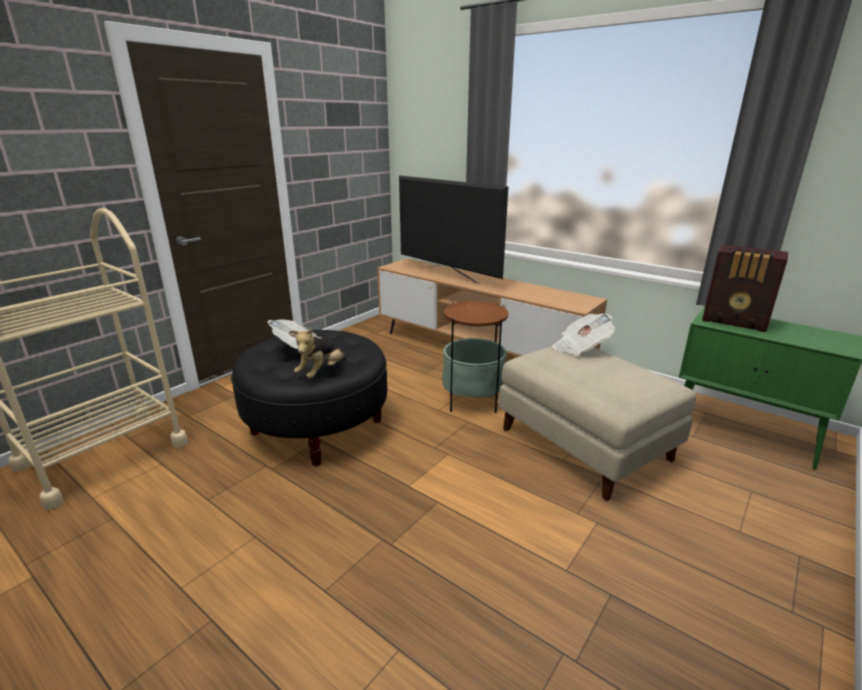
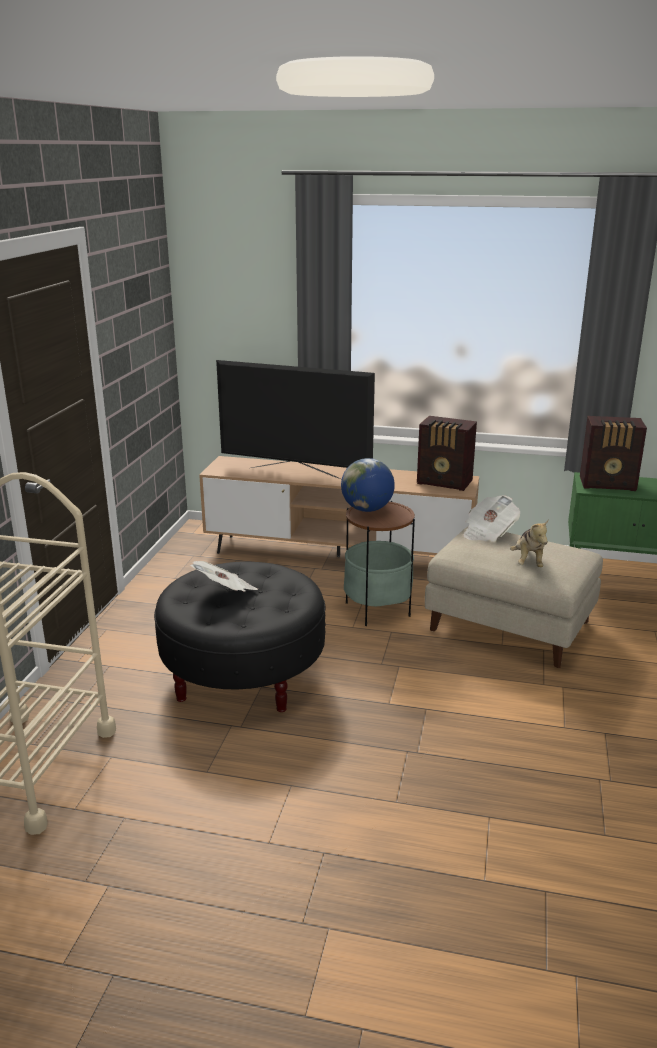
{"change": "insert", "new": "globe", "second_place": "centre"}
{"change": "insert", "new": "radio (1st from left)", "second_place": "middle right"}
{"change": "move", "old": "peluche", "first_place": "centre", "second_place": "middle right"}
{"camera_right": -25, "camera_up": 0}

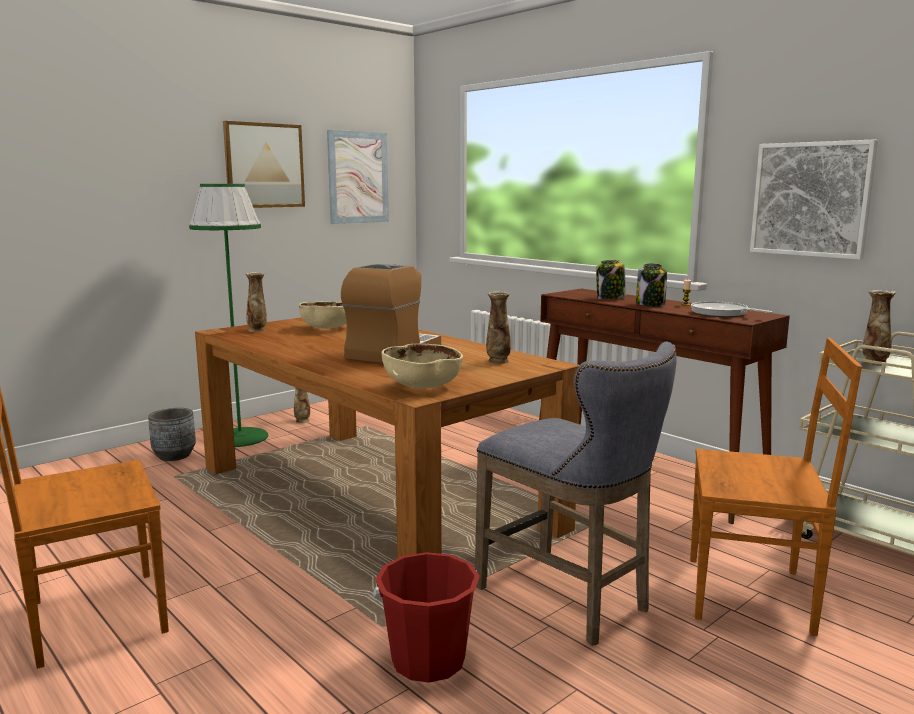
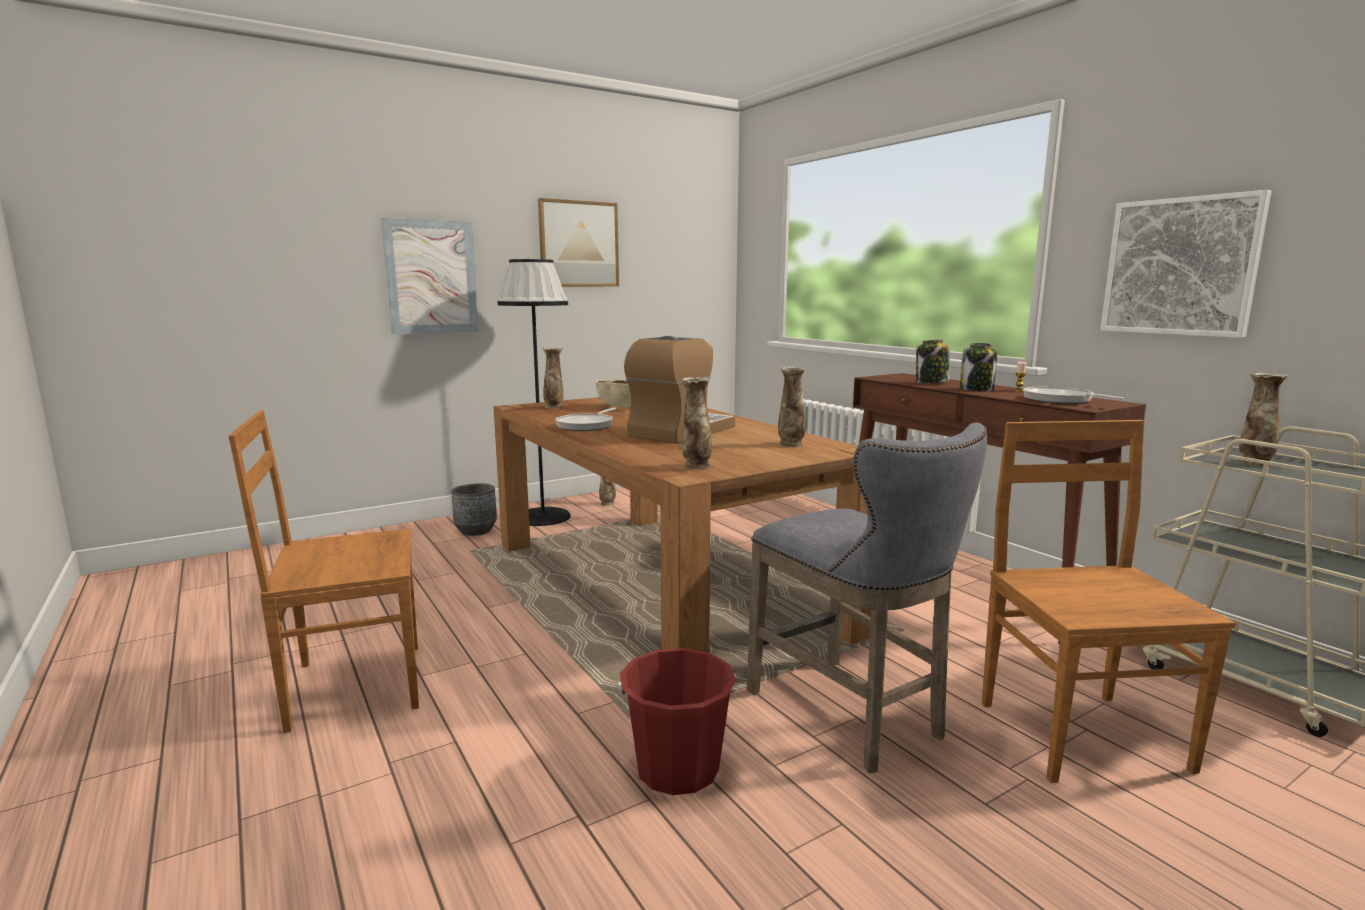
{"change": "move", "old": "tableau (2nd from left in the first image)", "new": "tableau (1st from left)", "first_place": "top centre", "second_place": "top left"}
{"change": "recolor", "old": "lampadaire (vert)", "new": "lampadaire (noir)", "first_place": "middle left", "second_place": "centre"}
{"change": "insert", "new": "poêle (1st from left)", "second_place": "centre"}
{"change": "replace", "old": "bol (beige) (2nd from left)", "new": "vase (3rd from left)", "first_place": "centre", "second_place": "centre"}
{"change": "rotate", "old": "chaise (marron) (2nd from left)", "first_place": "bottom right", "second_place": "middle right", "degrees": -120}
{"camera_right": 10, "camera_up": 0}

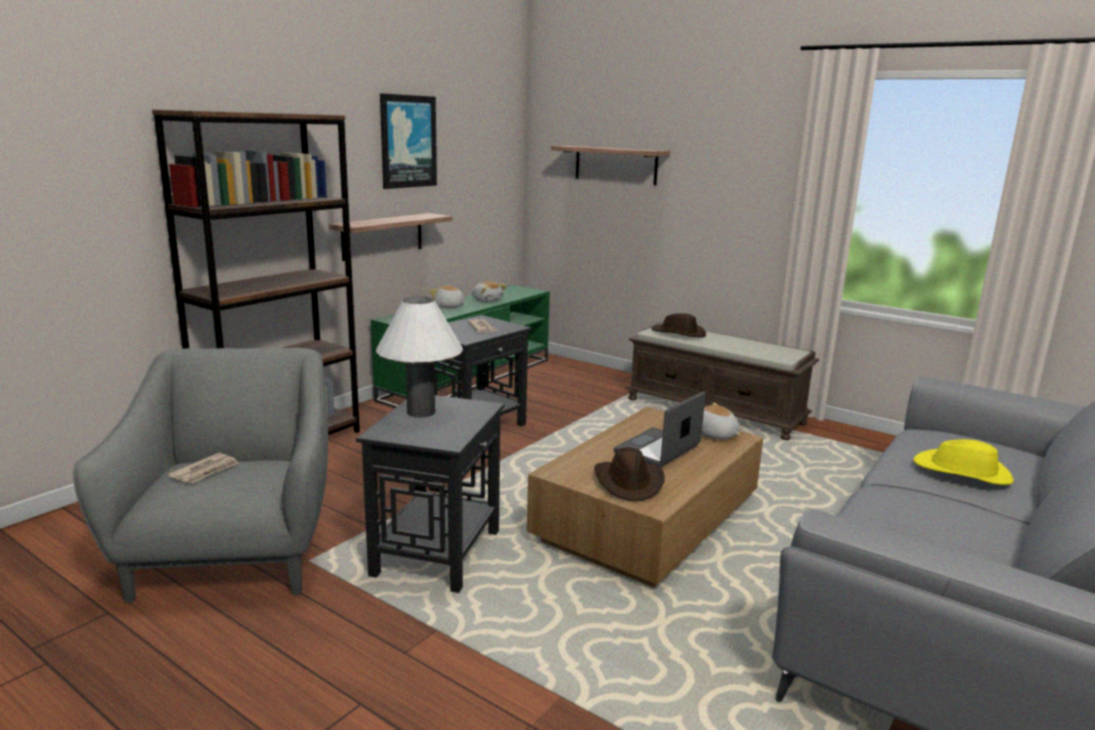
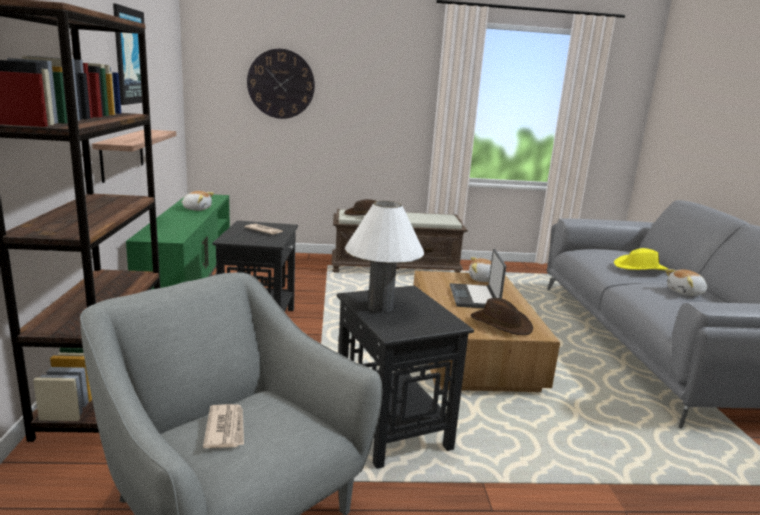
{"change": "replace", "old": "étagère (2nd from left)", "new": "horloge murale", "first_place": "top centre", "second_place": "top centre"}
{"change": "move", "old": "peluche (1st from left in the first image)", "new": "peluche (3rd from left)", "first_place": "centre", "second_place": "middle right"}
{"camera_right": -40, "camera_up": 0}

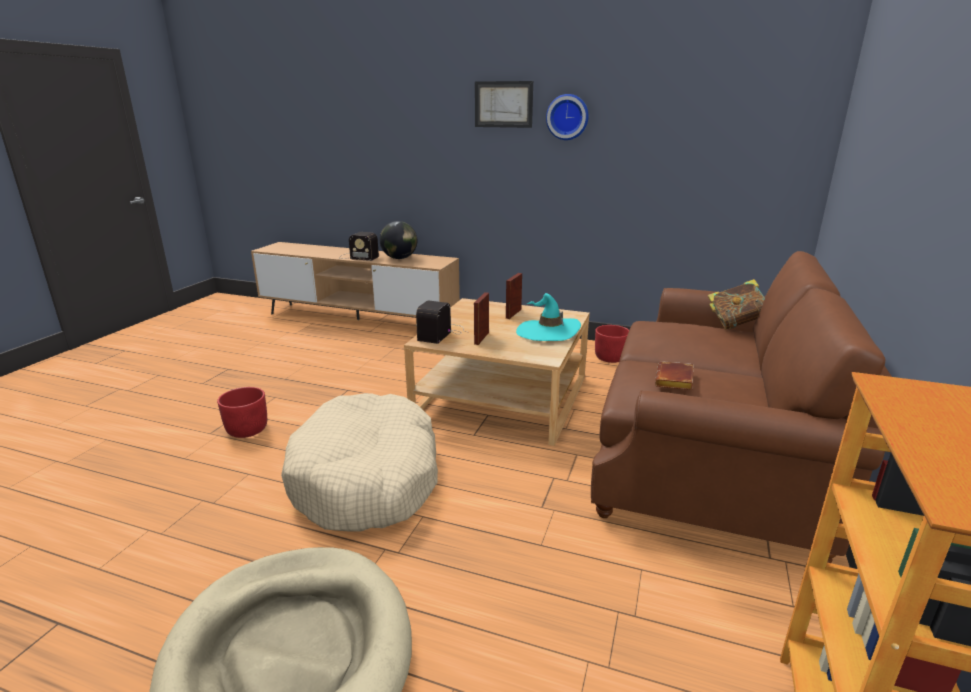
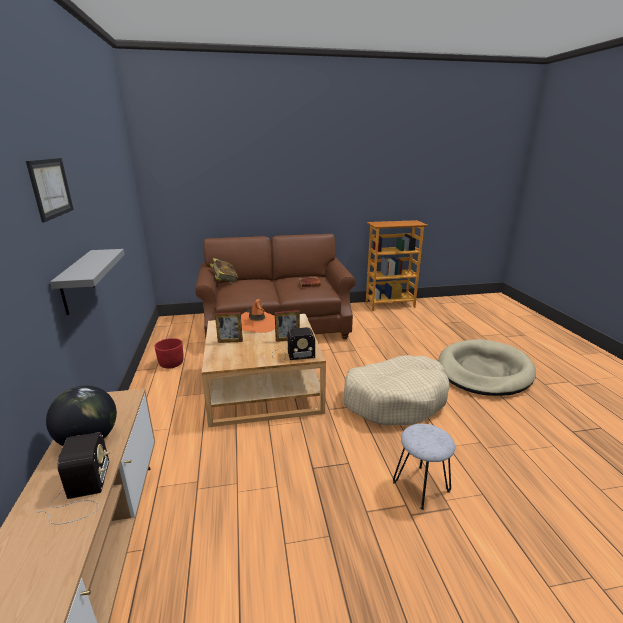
{"change": "insert", "new": "étagère (gris)", "second_place": "middle left"}
{"change": "recolor", "old": "chapeau (turquoise)", "new": "chapeau (orange)", "first_place": "centre", "second_place": "centre"}
{"change": "replace", "old": "cache-pot (rouge) (1st from left)", "new": "tabouret (gris)", "first_place": "middle left", "second_place": "bottom right"}
{"change": "delete", "old": "horloge murale", "first_place": "top centre"}
{"camera_right": -120, "camera_up": 0}

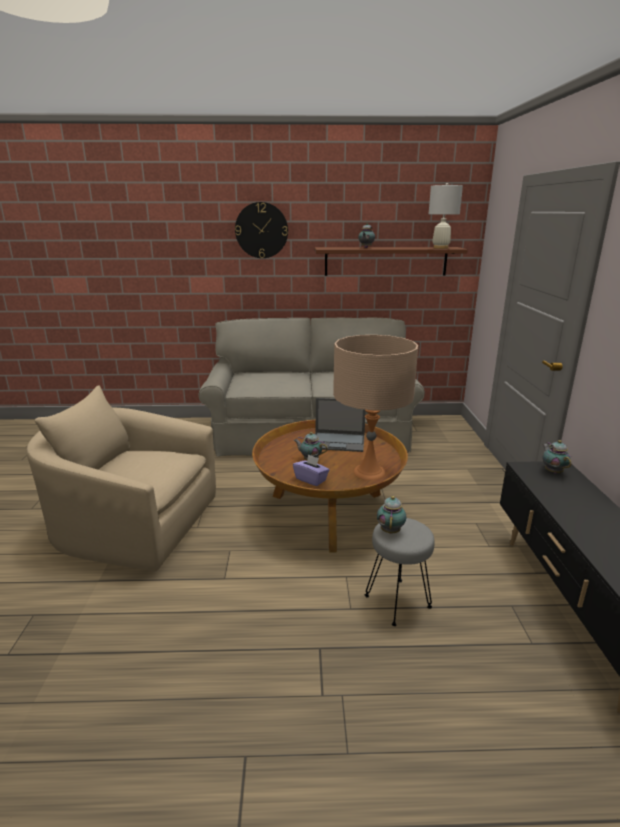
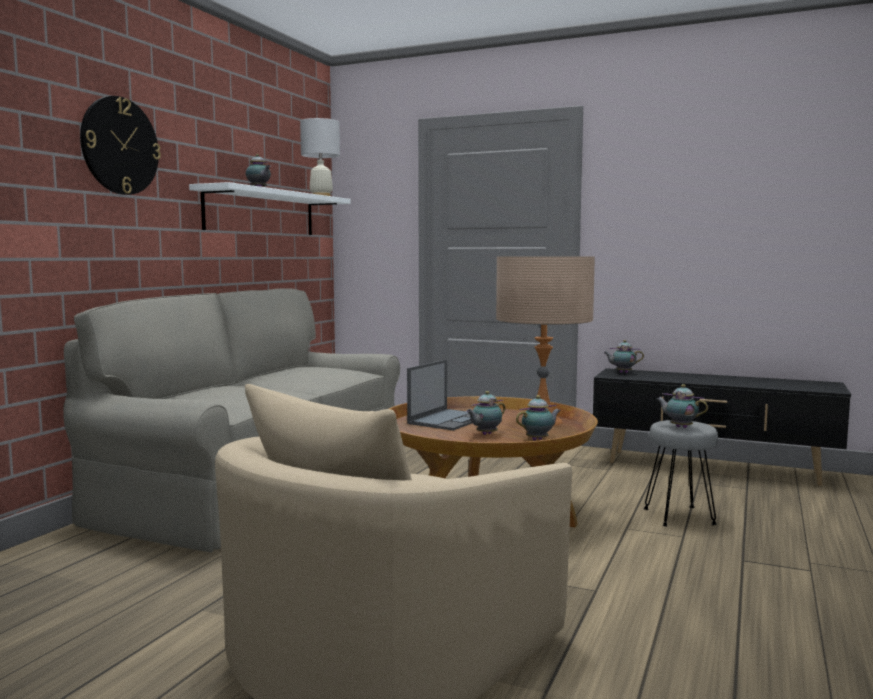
{"change": "recolor", "old": "étagère (marron)", "new": "étagère (blanc)", "first_place": "top centre", "second_place": "top left"}
{"change": "replace", "old": "boîte à mouchoirs (violet)", "new": "théière (3rd from left)", "first_place": "centre", "second_place": "centre"}
{"camera_right": -65, "camera_up": -15}

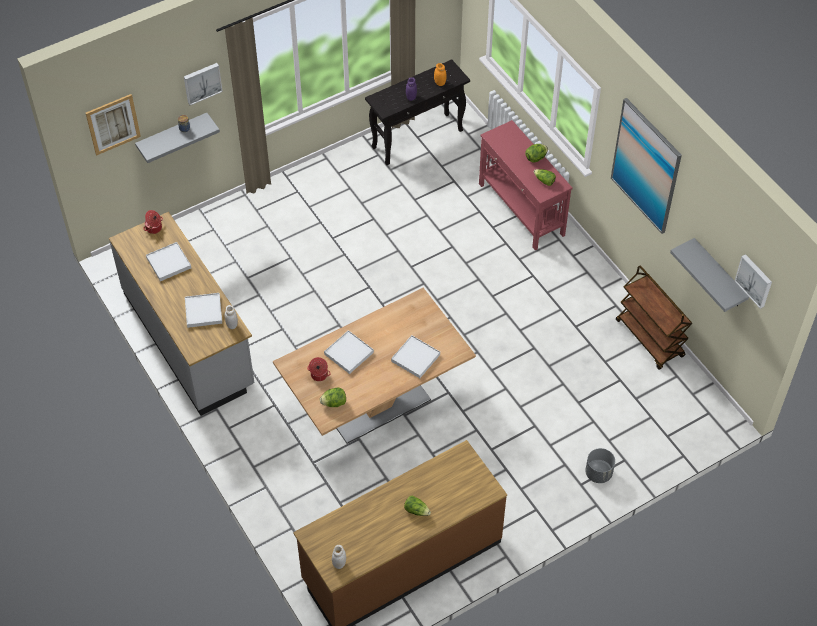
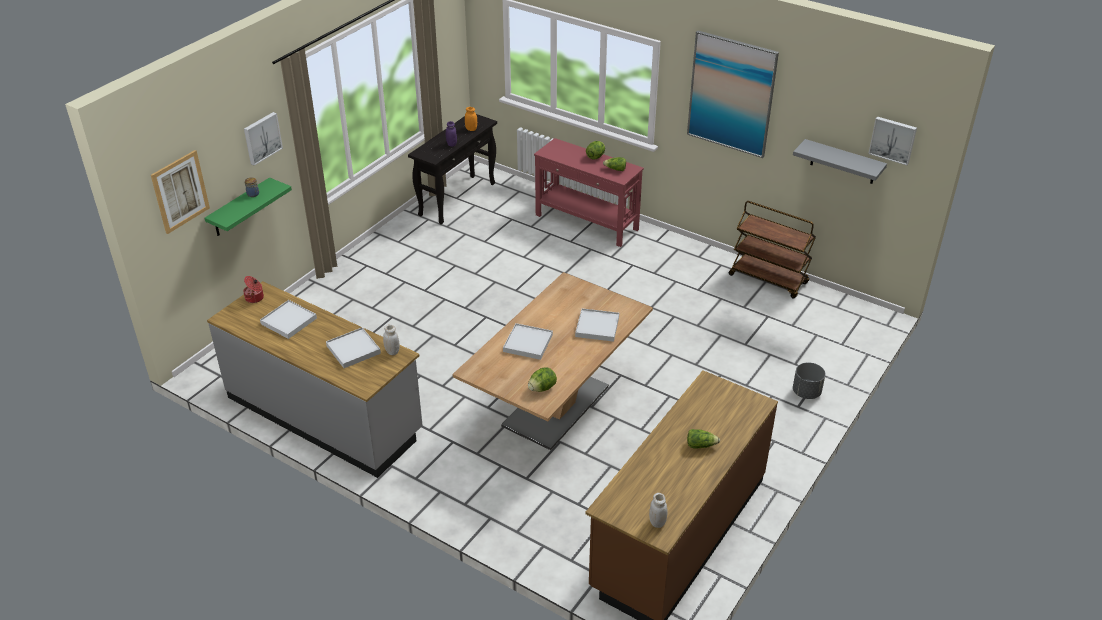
{"change": "recolor", "old": "étagère (gris) (1st from left)", "new": "étagère (vert)", "first_place": "top left", "second_place": "top left"}
{"change": "delete", "old": "marmite (2nd from left)", "first_place": "centre"}
{"camera_right": -25, "camera_up": -15}

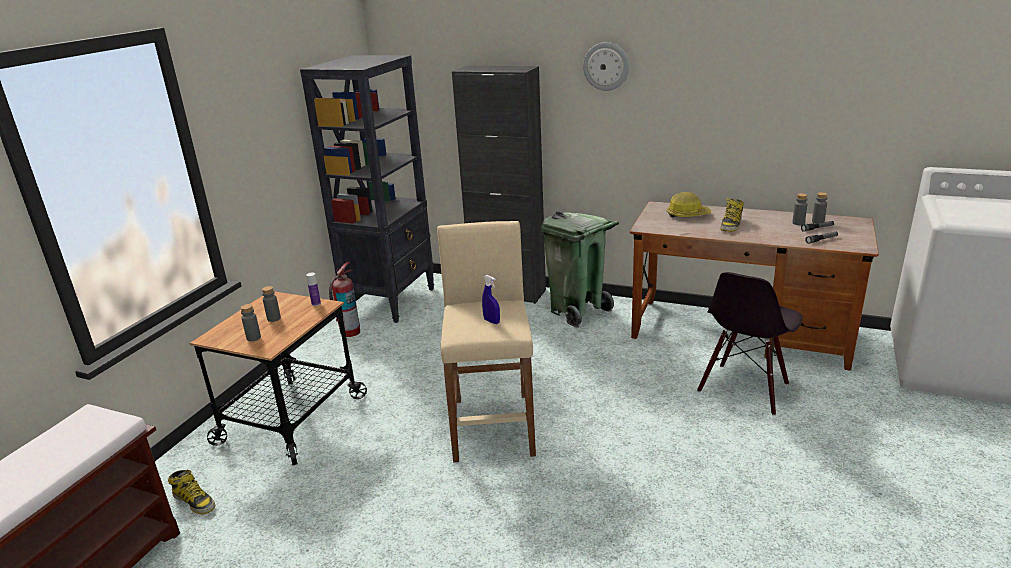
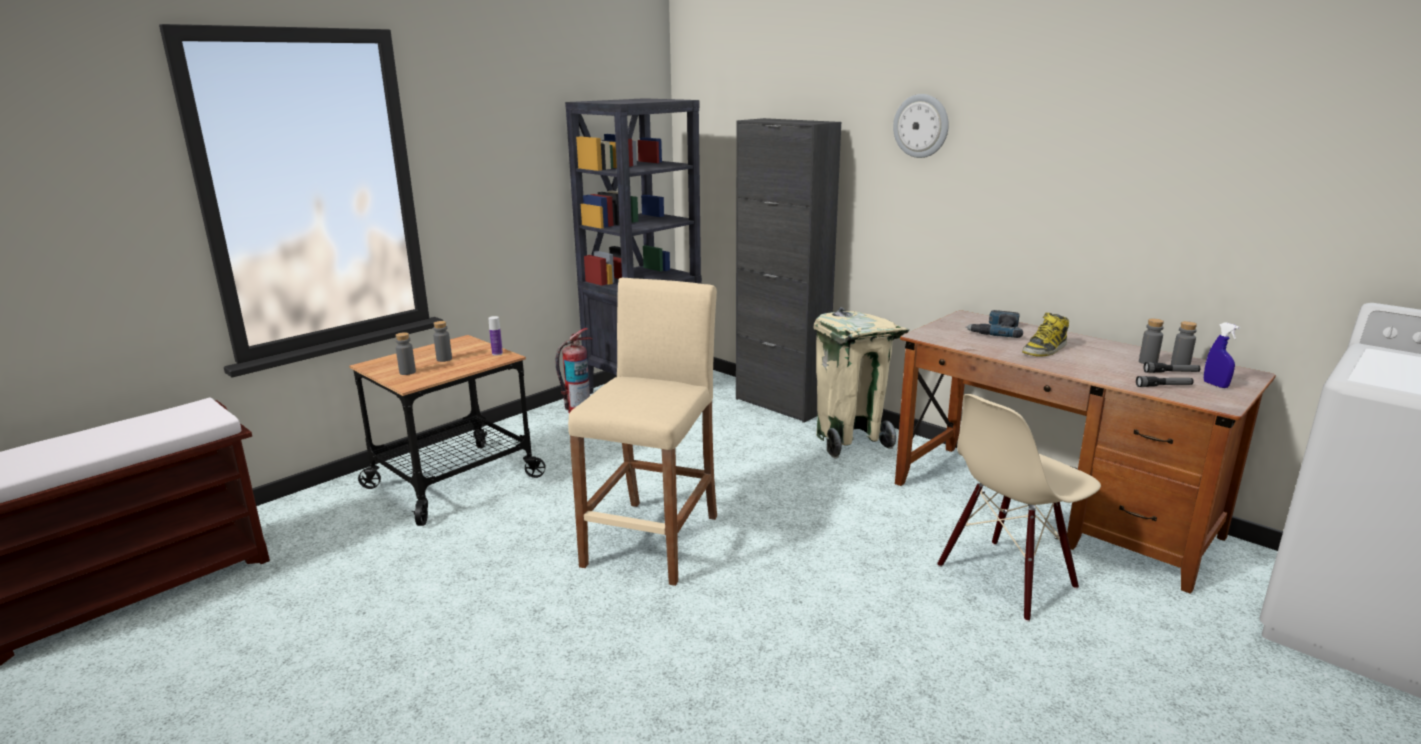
{"change": "recolor", "old": "poubelle (vert)", "new": "poubelle (beige)", "first_place": "centre", "second_place": "centre"}
{"change": "recolor", "old": "chaise (noir)", "new": "chaise (beige)", "first_place": "middle right", "second_place": "bottom right"}
{"change": "replace", "old": "casque de chantier", "new": "perceuse", "first_place": "middle right", "second_place": "middle right"}
{"change": "move", "old": "vaporisateur (bleu)", "first_place": "centre", "second_place": "middle right"}
{"change": "delete", "old": "botte (1st from left)", "first_place": "bottom left"}
{"camera_right": 20, "camera_up": -5}

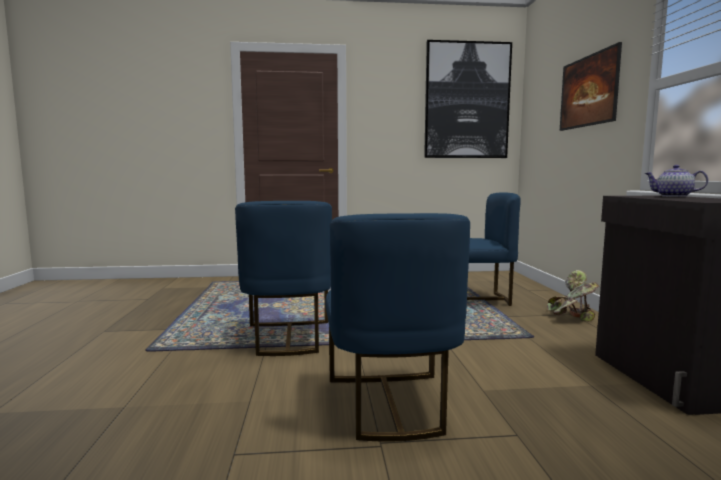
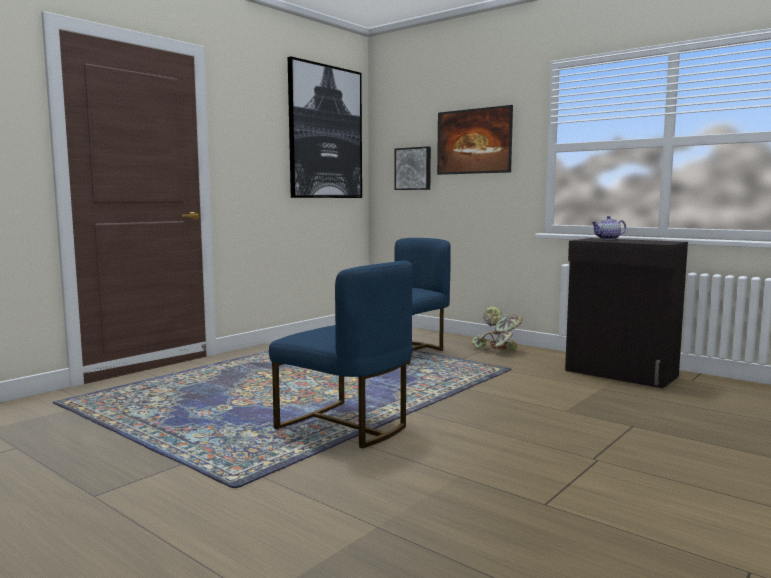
{"change": "insert", "new": "tableau (2nd from left)", "second_place": "top centre"}
{"change": "delete", "old": "chaise (bleu) (2nd from left)", "first_place": "bottom centre"}
{"camera_right": -45, "camera_up": 0}

